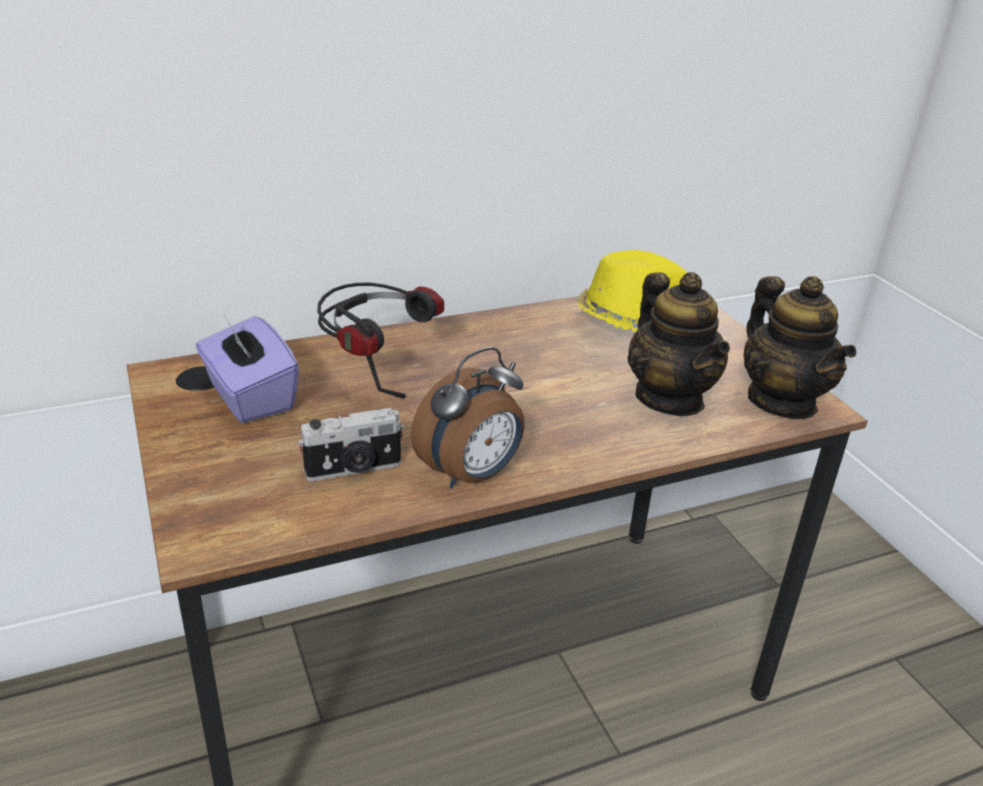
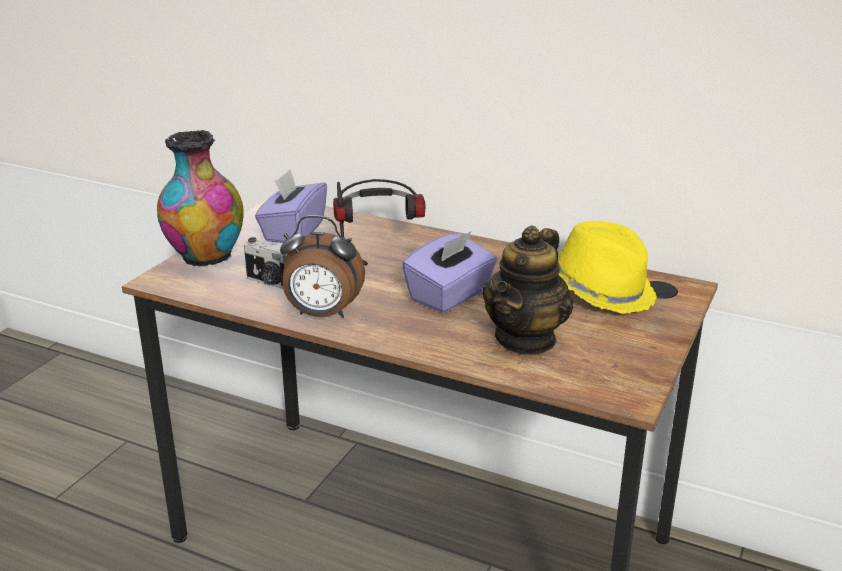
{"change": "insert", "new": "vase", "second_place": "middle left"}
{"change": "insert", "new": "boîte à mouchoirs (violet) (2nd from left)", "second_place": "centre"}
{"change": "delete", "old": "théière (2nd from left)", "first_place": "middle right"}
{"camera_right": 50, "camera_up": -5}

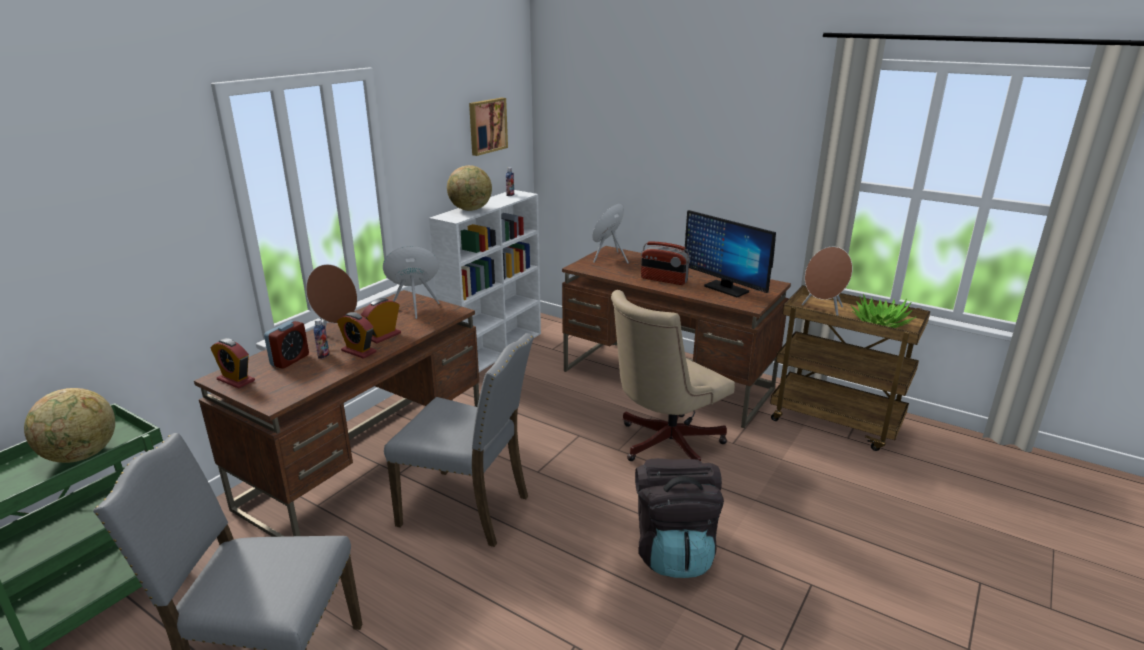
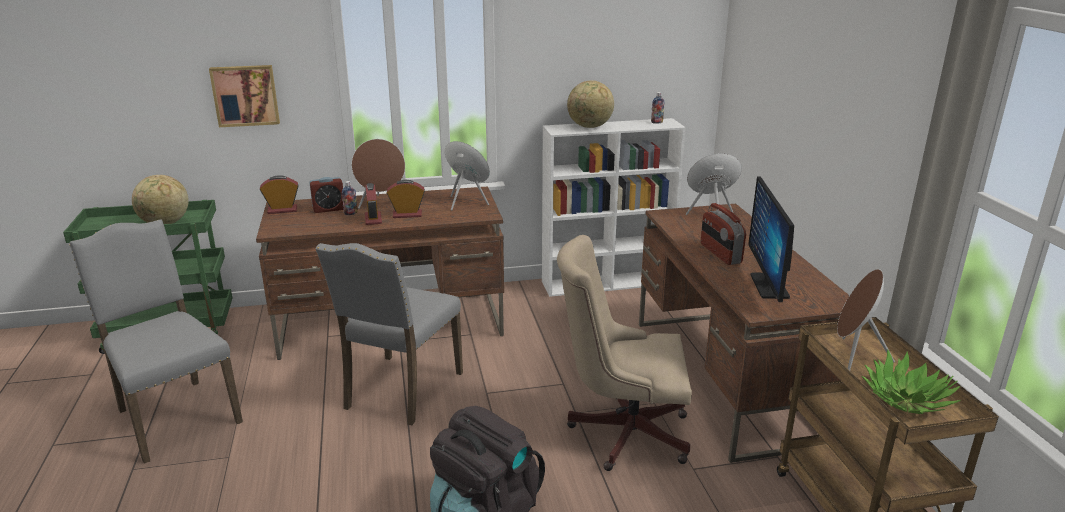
{"change": "move", "old": "tableau", "first_place": "top centre", "second_place": "top left"}
{"change": "rotate", "old": "réveil (1st from left)", "first_place": "middle left", "second_place": "middle left", "degrees": 90}
{"change": "rotate", "old": "chaise (gris) (2nd from left)", "first_place": "bottom centre", "second_place": "centre", "degrees": 45}
{"camera_right": 45, "camera_up": 0}

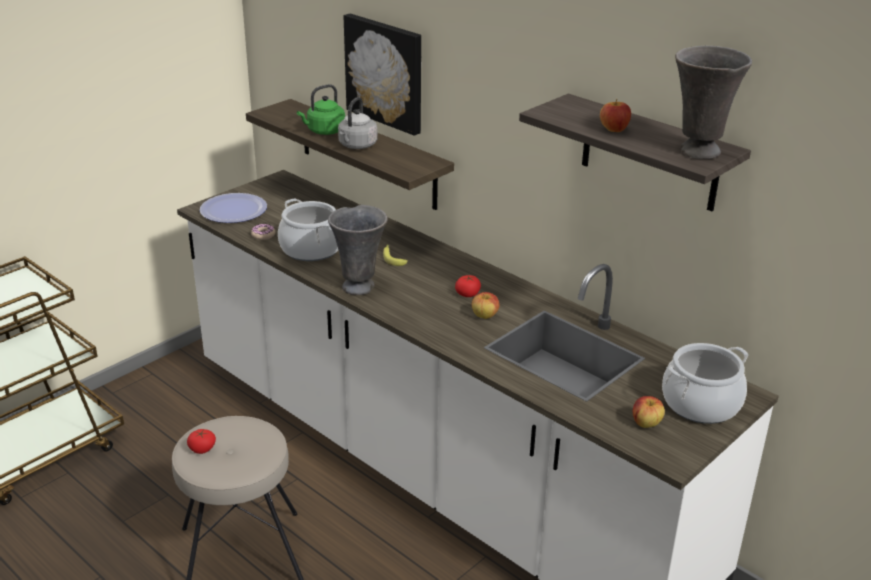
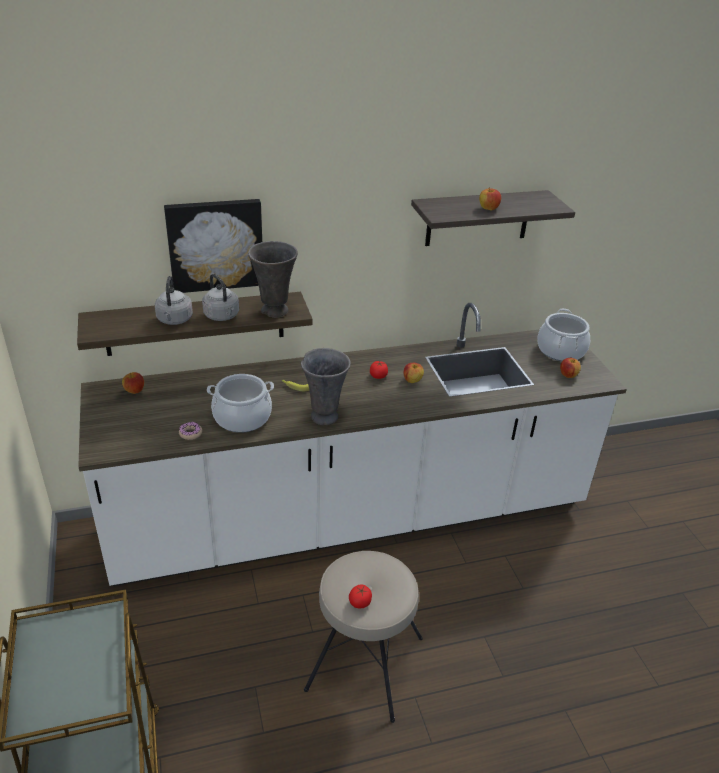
{"change": "insert", "new": "pomme (1st from left)", "second_place": "middle left"}
{"change": "recolor", "old": "bouilloire (vert)", "new": "bouilloire (gris) (1st from left)", "first_place": "top centre", "second_place": "middle left"}
{"change": "move", "old": "vase (gris) (2nd from left in the first image)", "new": "vase (gris) (1st from left)", "first_place": "top right", "second_place": "centre"}
{"change": "delete", "old": "assiette", "first_place": "middle left"}
{"camera_right": -60, "camera_up": 5}

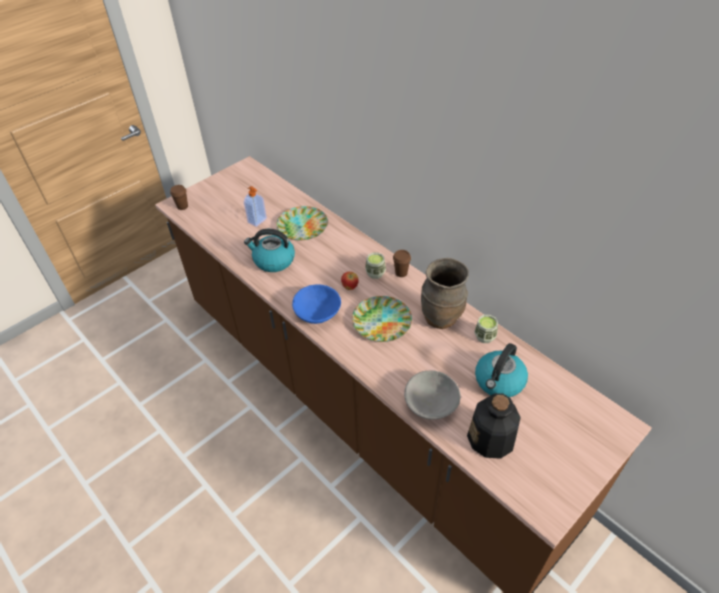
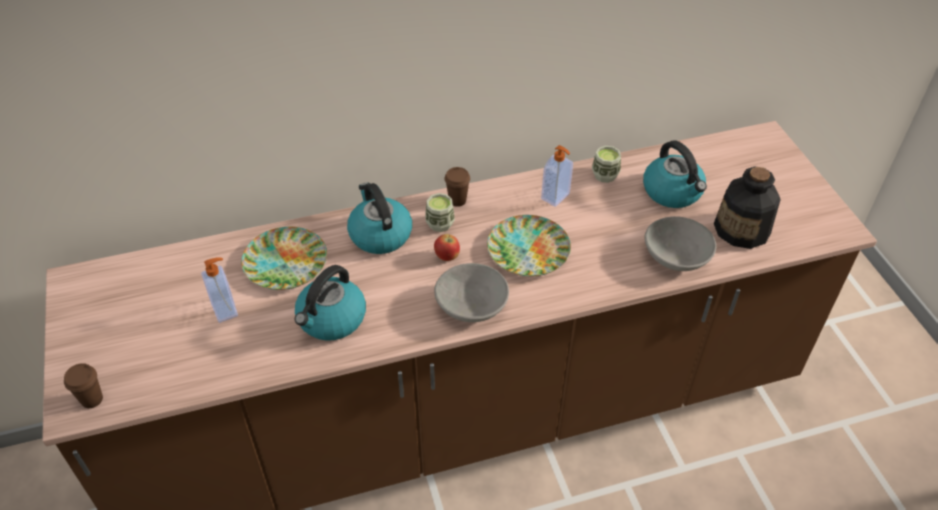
{"change": "insert", "new": "bouilloire (2nd from left)", "second_place": "centre"}
{"change": "recolor", "old": "bol (bleu)", "new": "bol (gris) (1st from left)", "first_place": "centre", "second_place": "centre"}
{"change": "replace", "old": "vase (marron)", "new": "distributeur de savon (2nd from left)", "first_place": "centre", "second_place": "centre"}
{"camera_right": -65, "camera_up": 0}

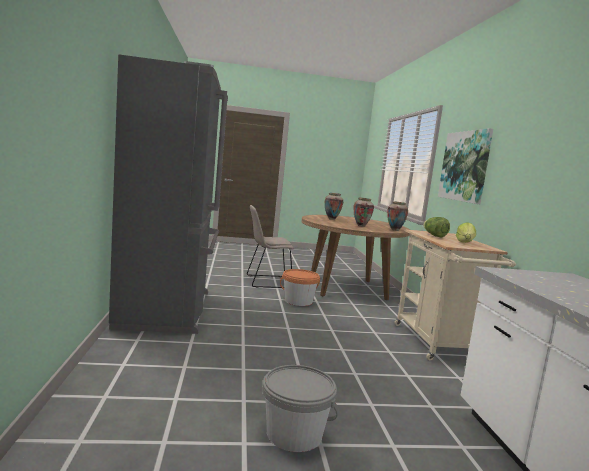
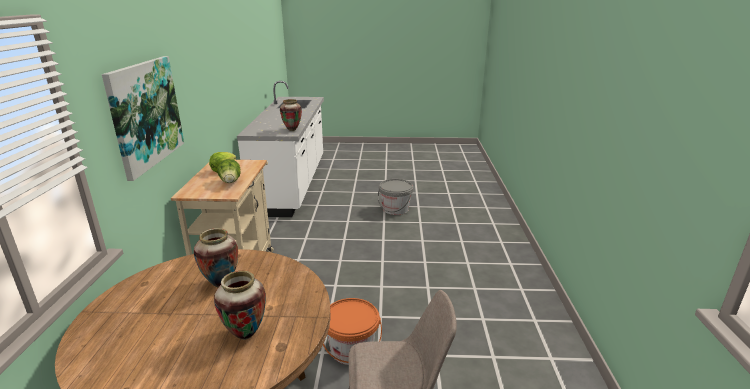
{"change": "move", "old": "vase (3rd from left)", "first_place": "middle right", "second_place": "top centre"}
{"change": "delete", "old": "réfrigérateur (gris)", "first_place": "middle left"}
{"camera_right": -170, "camera_up": 15}

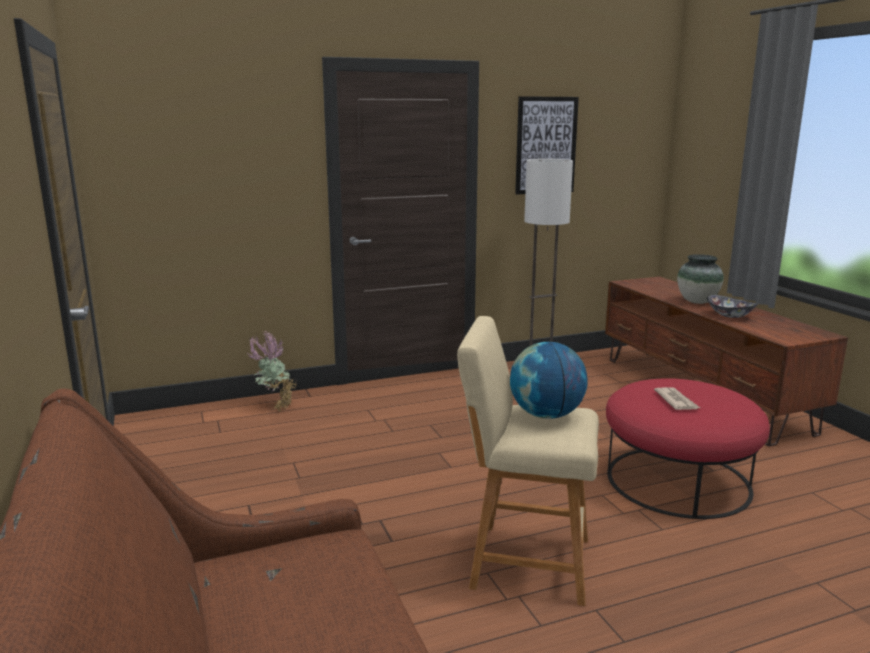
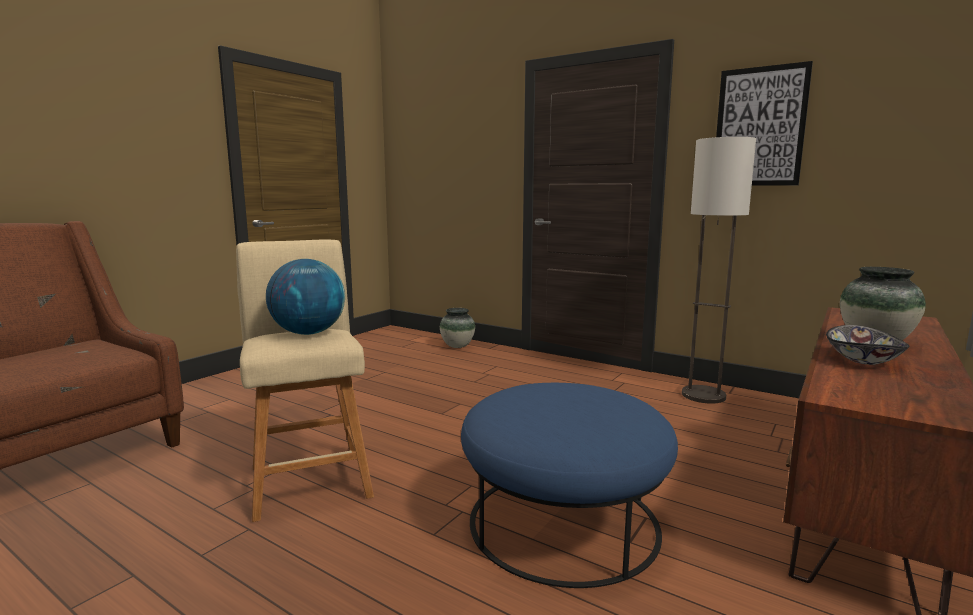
{"change": "replace", "old": "plante en pot", "new": "vase (1st from left)", "first_place": "middle left", "second_place": "centre"}
{"change": "recolor", "old": "pouf (rouge)", "new": "pouf (bleu)", "first_place": "bottom right", "second_place": "bottom centre"}
{"change": "delete", "old": "journal", "first_place": "middle right"}
{"camera_right": 55, "camera_up": -5}

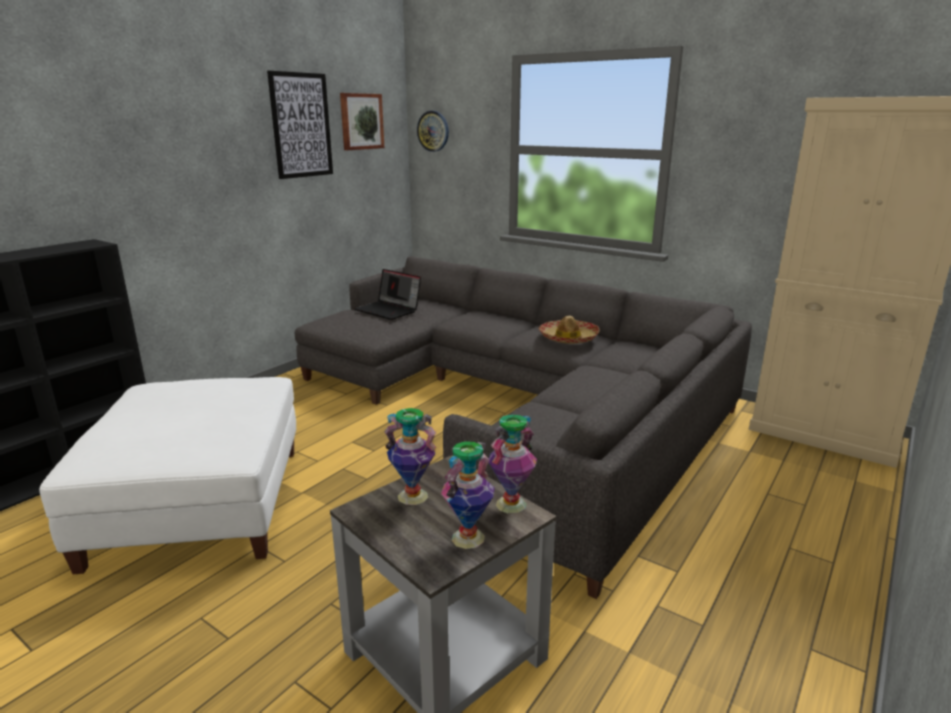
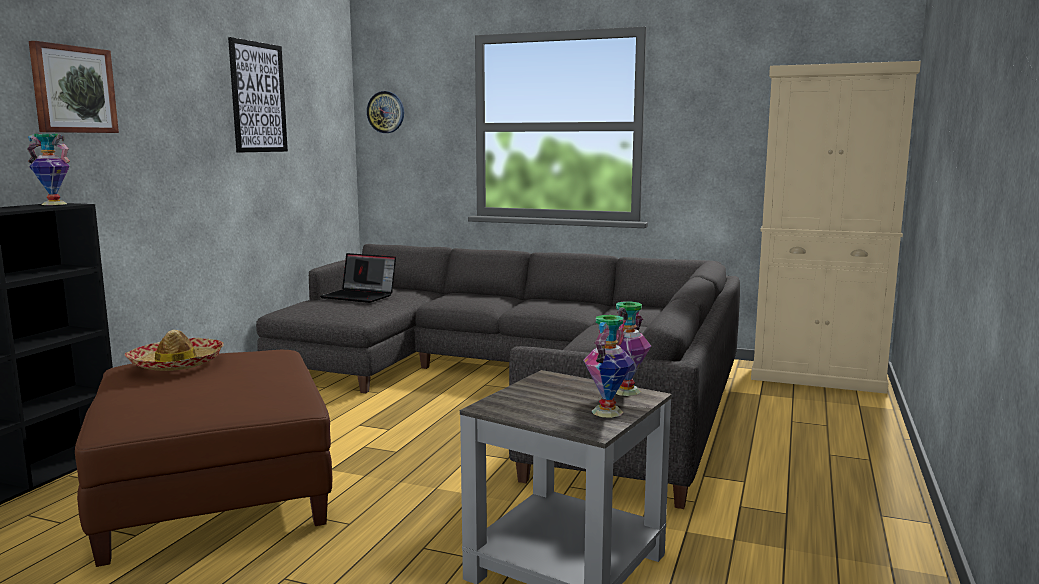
{"change": "move", "old": "vase (1st from left)", "first_place": "centre", "second_place": "top left"}
{"change": "move", "old": "tableau (2nd from left in the first image)", "new": "tableau (1st from left)", "first_place": "top centre", "second_place": "top left"}
{"change": "recolor", "old": "pouf (blanc)", "new": "pouf (marron)", "first_place": "middle left", "second_place": "bottom left"}
{"change": "move", "old": "chapeau", "first_place": "centre", "second_place": "middle left"}
{"camera_right": -15, "camera_up": -10}

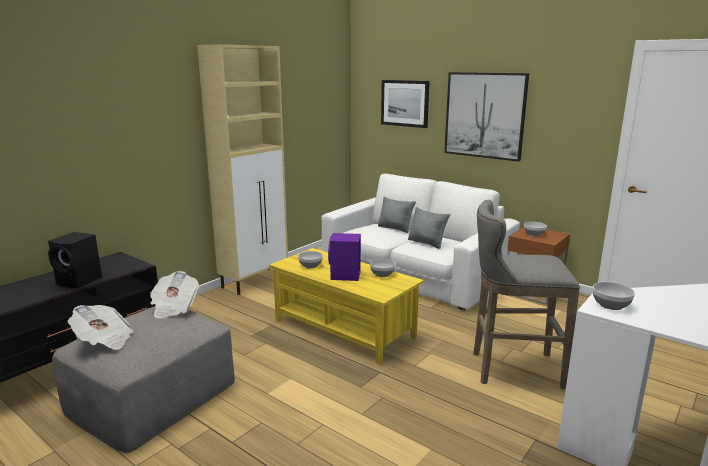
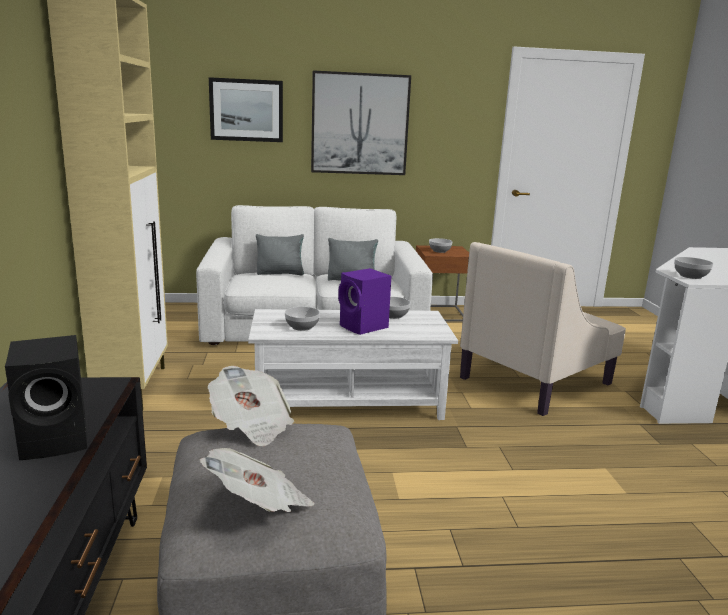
{"change": "recolor", "old": "table basse (jaune)", "new": "table basse (blanc)", "first_place": "centre", "second_place": "centre"}
{"change": "replace", "old": "tabouret (gris)", "new": "fauteuil (beige)", "first_place": "middle right", "second_place": "middle right"}
{"camera_right": -45, "camera_up": 0}

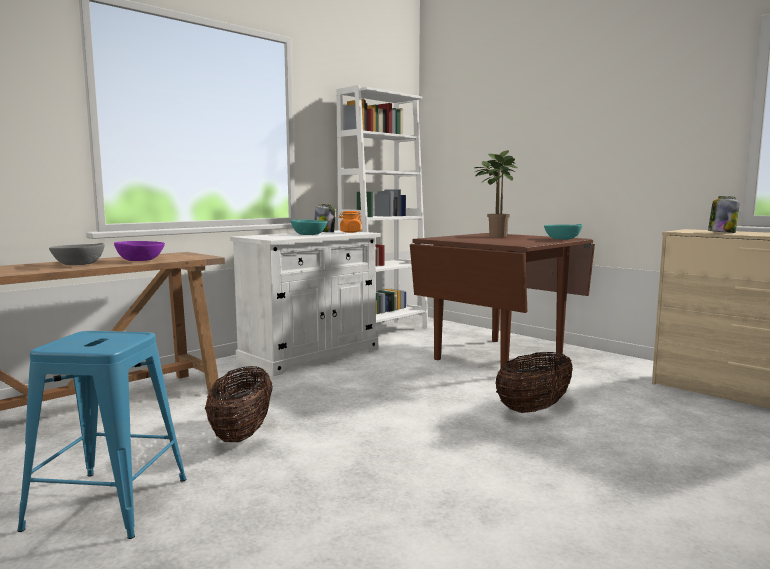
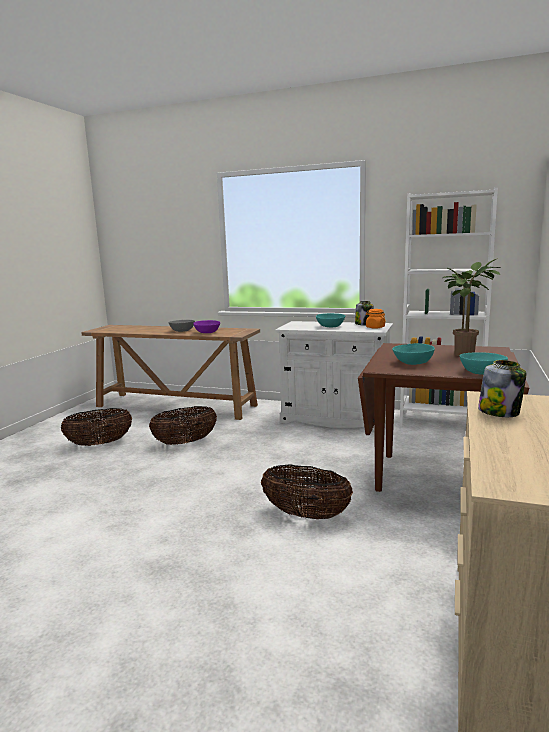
{"change": "replace", "old": "tabouret (bleu)", "new": "panier (1st from left)", "first_place": "bottom left", "second_place": "middle left"}
{"change": "insert", "new": "bol (turquoise) (2nd from left)", "second_place": "middle right"}
{"camera_right": 65, "camera_up": 5}

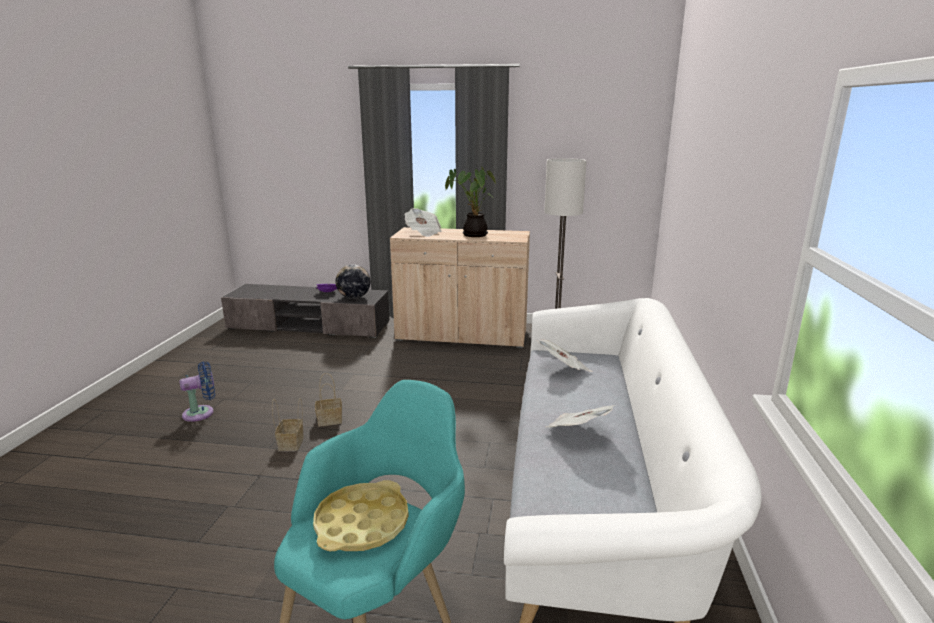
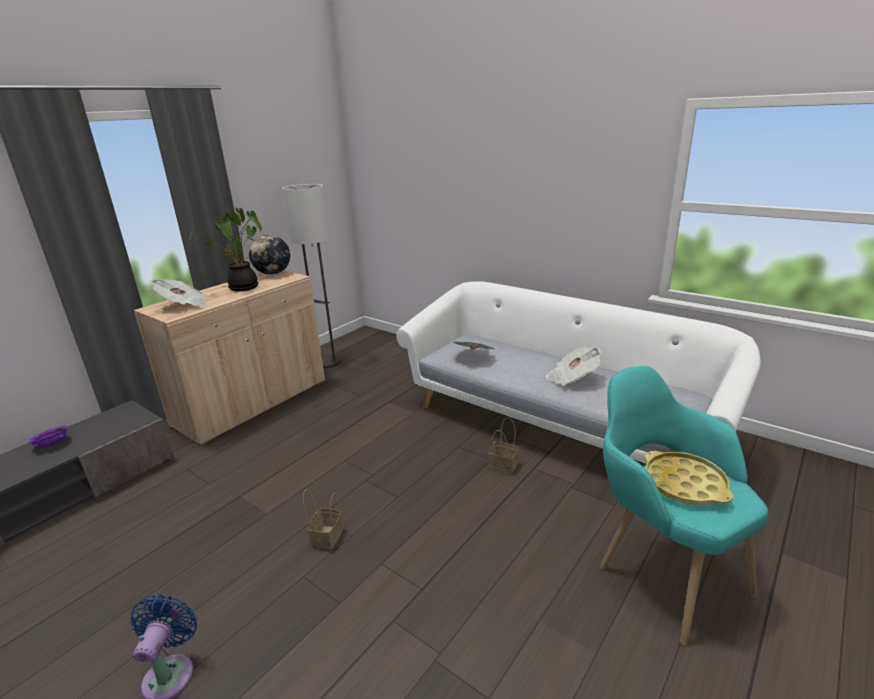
{"change": "move", "old": "globe", "first_place": "centre", "second_place": "middle left"}
{"change": "move", "old": "panier (1st from left in the first image)", "new": "panier (2nd from left)", "first_place": "bottom left", "second_place": "centre"}
{"camera_right": -60, "camera_up": 5}

